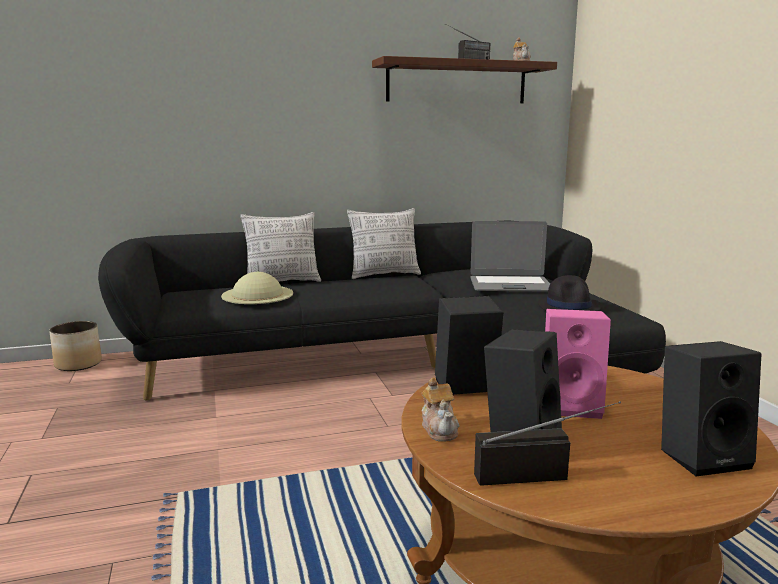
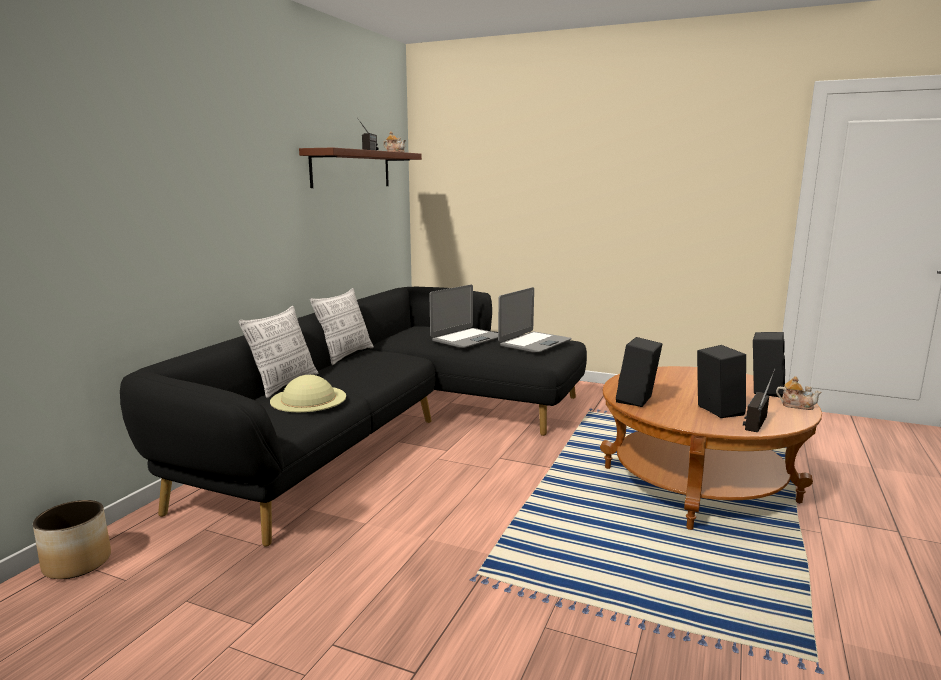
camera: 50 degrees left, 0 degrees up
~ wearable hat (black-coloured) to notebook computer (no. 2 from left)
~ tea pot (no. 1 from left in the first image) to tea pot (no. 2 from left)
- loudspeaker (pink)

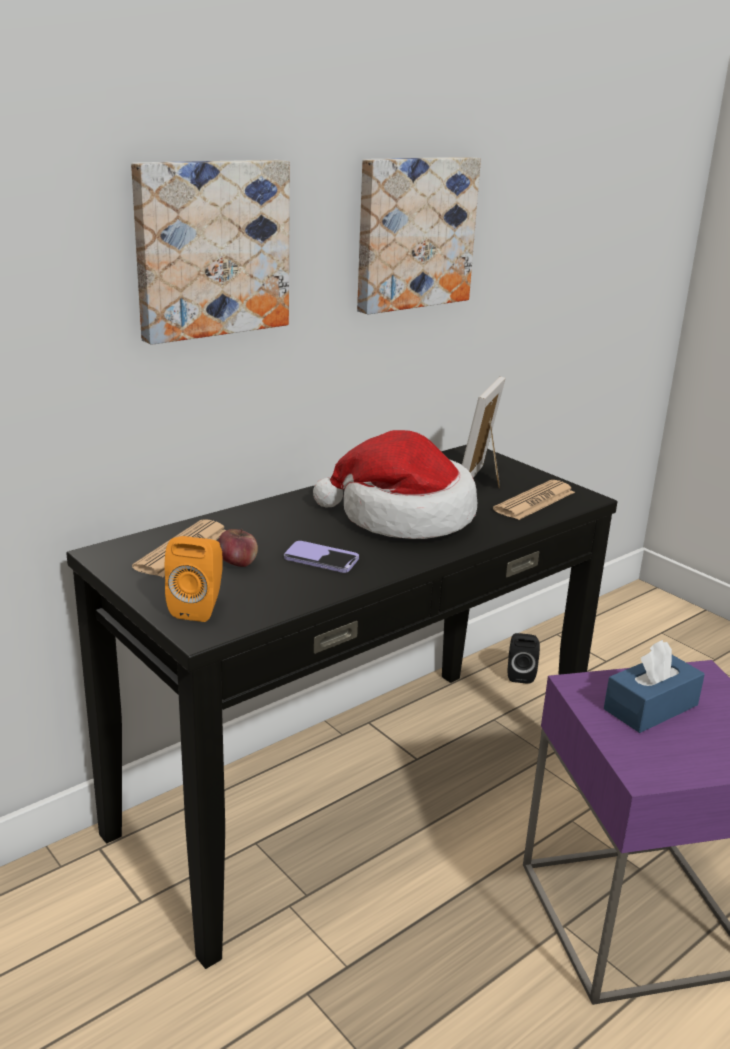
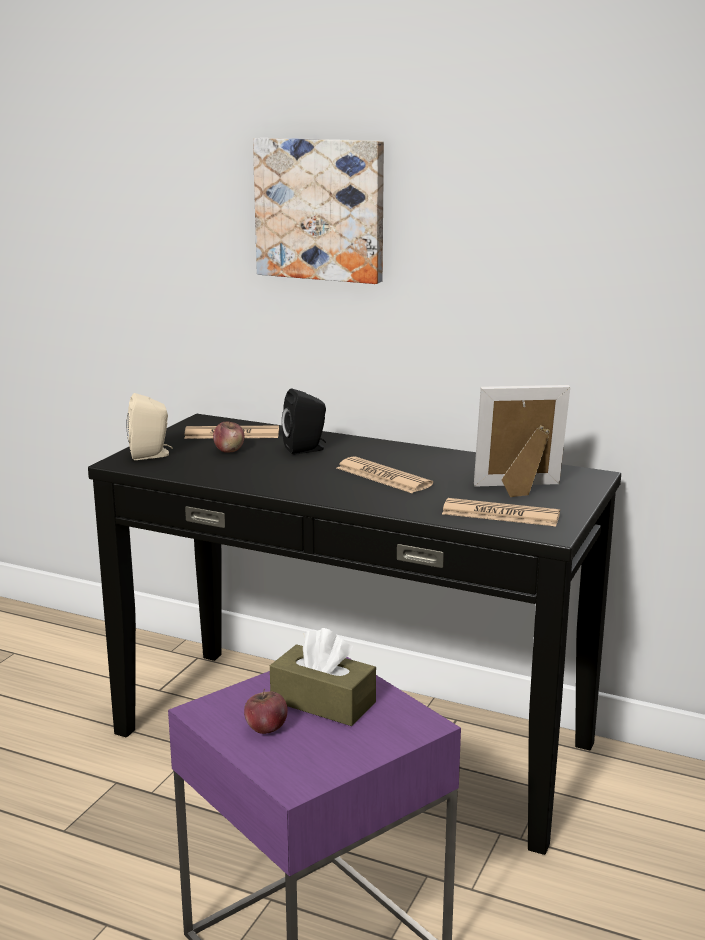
camera: 65 degrees right, 5 degrees down
~ loudspeaker (orange) to loudspeaker (sand-coloured)
+ apple (no. 2 from left)
~ tissue box (bluish) to tissue box (brownish)
~ loudspeaker (black-coloured)
~ wearable hat to printed paper (no. 2 from left)
- phone
- wall art (no. 2 from left)

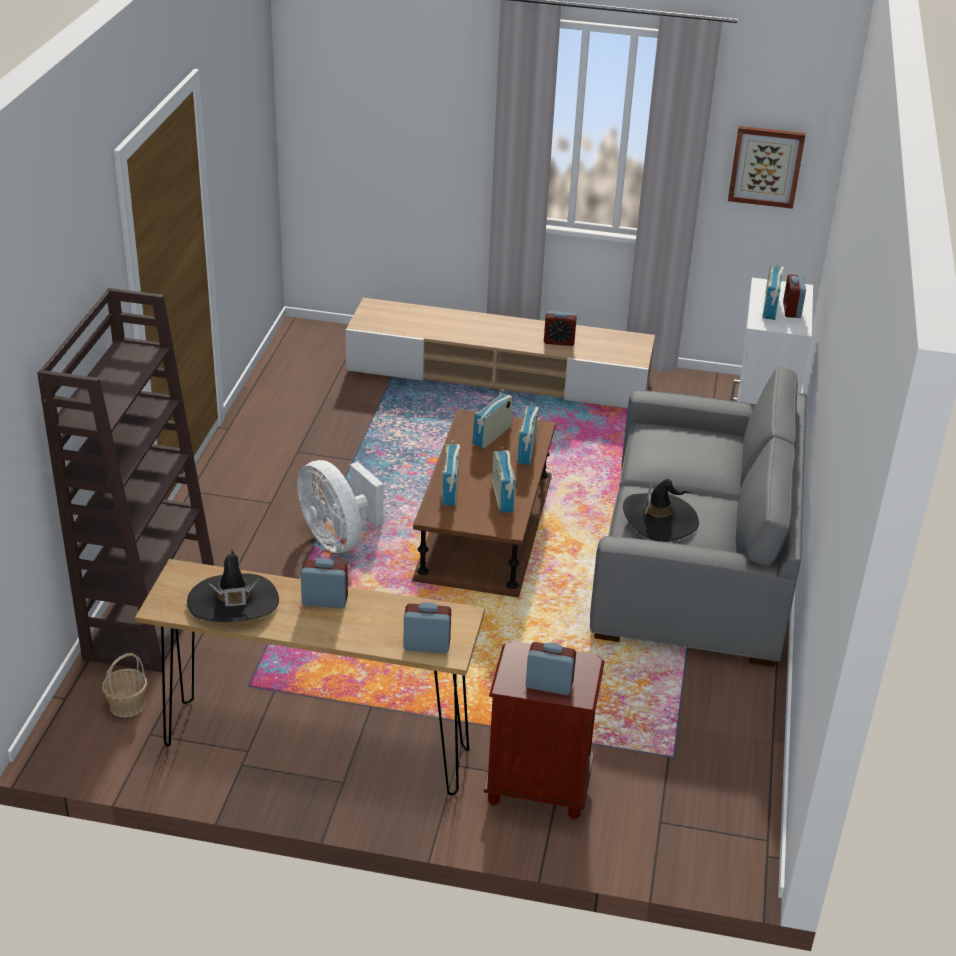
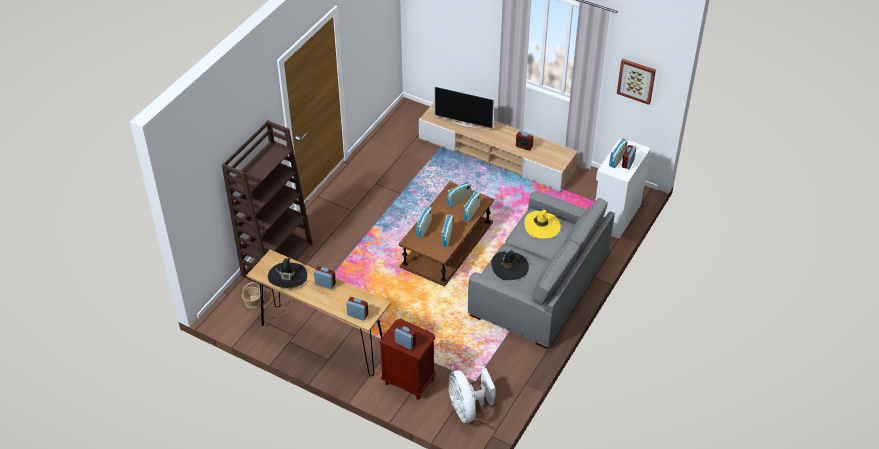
camera: 20 degrees right, 10 degrees up
+ television
~ cooling fan (white-coloured)
+ wearable hat (yellow-coloured)

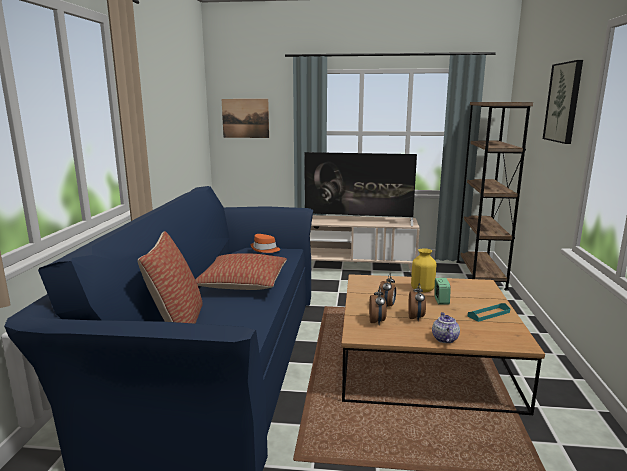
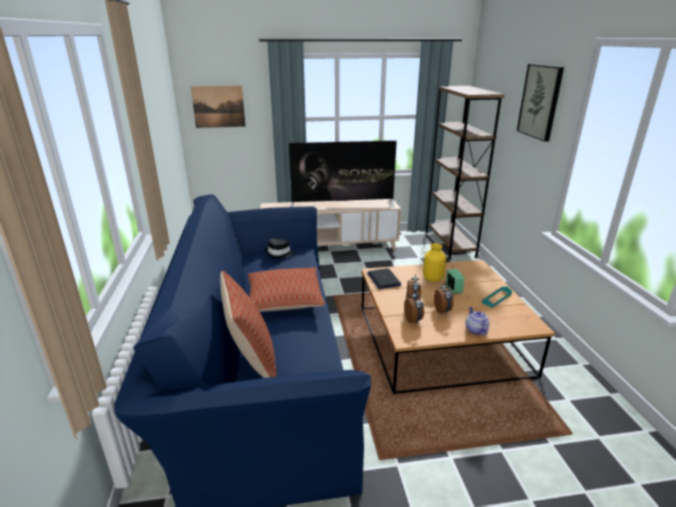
camera: 15 degrees left, 10 degrees up
~ wearable hat (orange) to wearable hat (black-coloured)
+ notebook computer

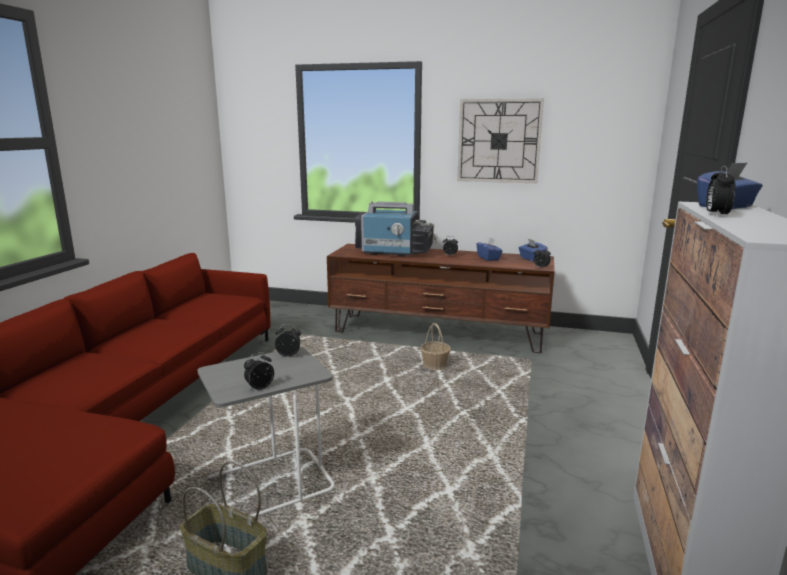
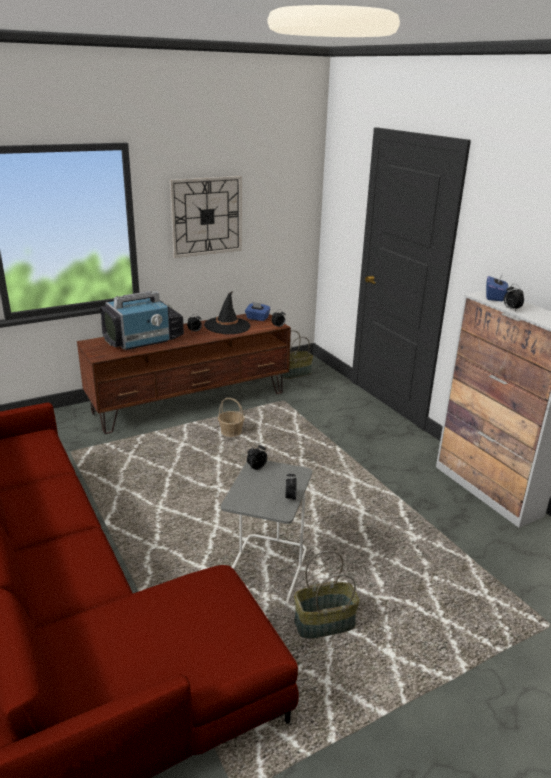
camera: 45 degrees left, 10 degrees up
~ tissue box (bluish) (no. 1 from left) to wearable hat (black-coloured)
+ basket (no. 2 from left)

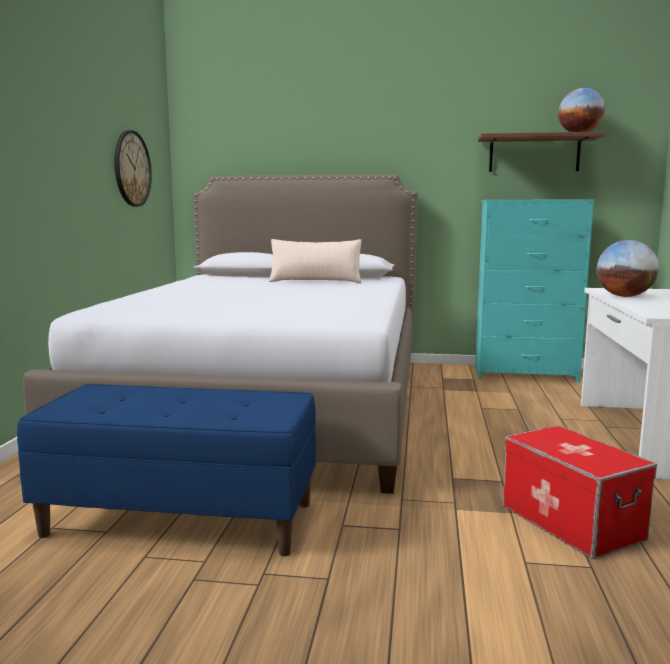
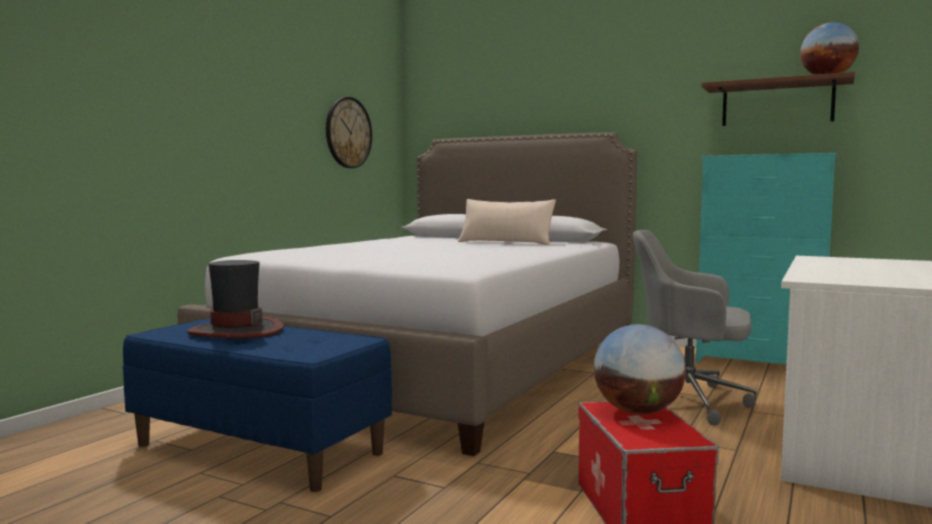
camera: 20 degrees right, 5 degrees down
+ wearable hat
~ globe (no. 2 from left in the first image) to globe (no. 1 from left)
+ computer chair (gray)

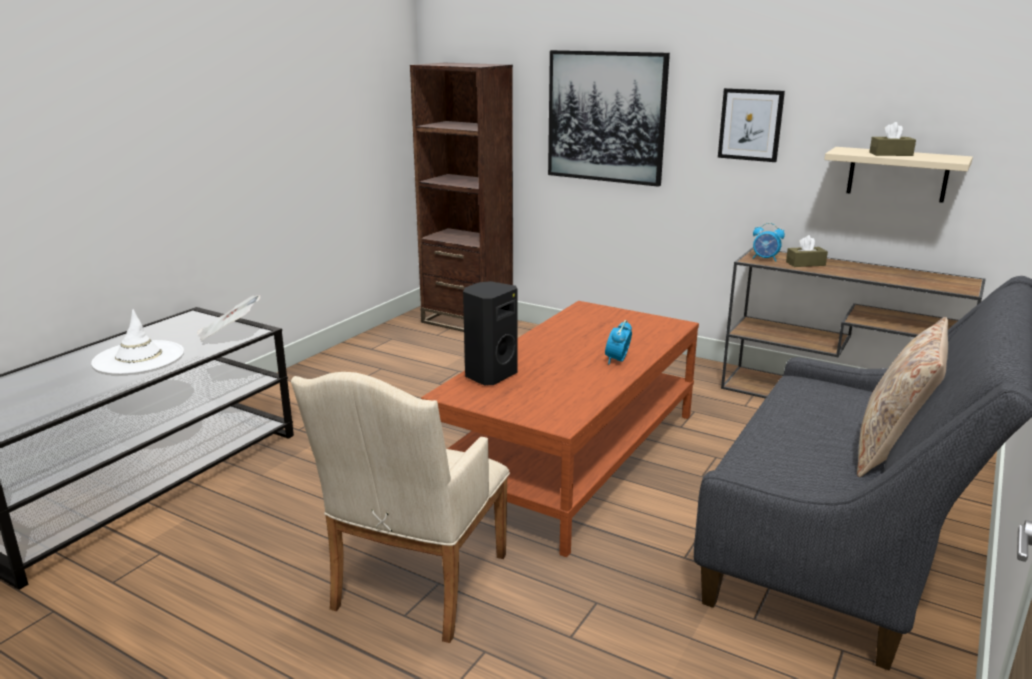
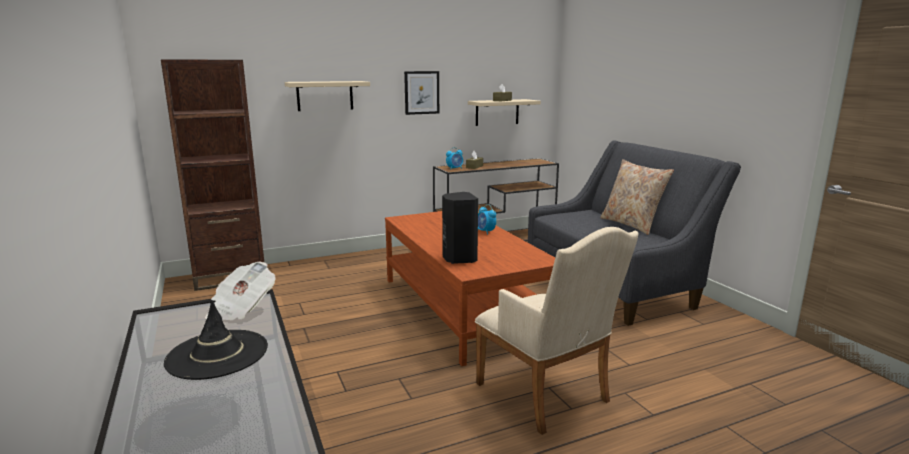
camera: 55 degrees left, 5 degrees down
~ wearable hat (white-coloured) to wearable hat (black-coloured)
~ wall art (no. 1 from left) to bracket shelf (sand-coloured) (no. 1 from left)

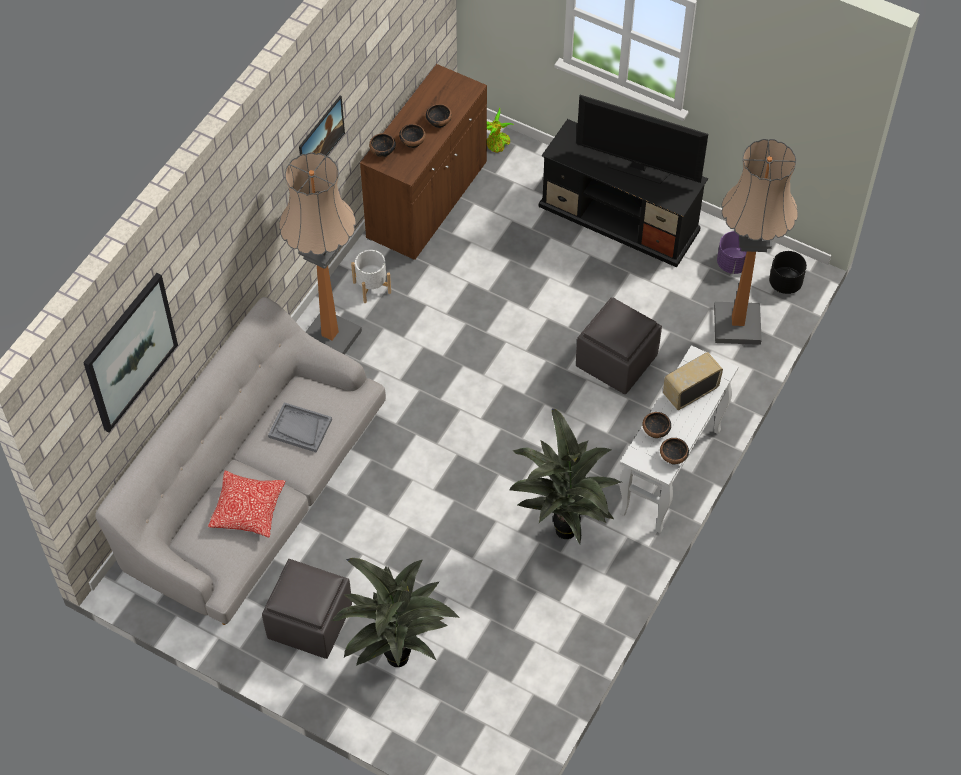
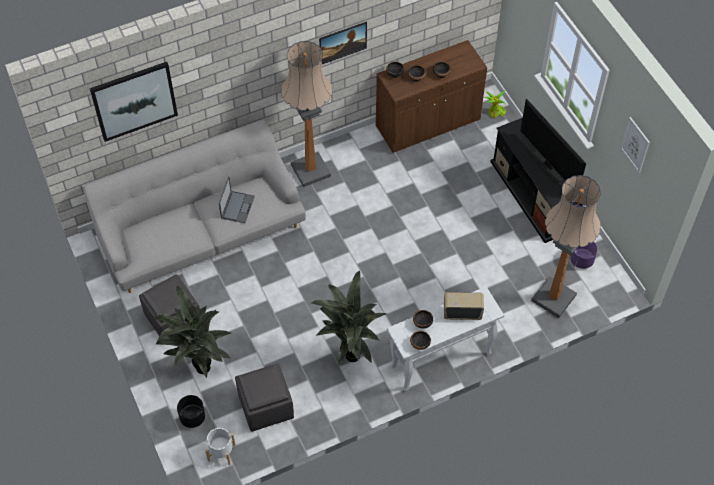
camera: 35 degrees right, 0 degrees up
~ flower pot (black-coloured)
~ flower pot (white-coloured)
~ tray (gray) to notebook computer
~ footrest (gray) (no. 2 from left)
+ wall art (no. 3 from left)
- pillow

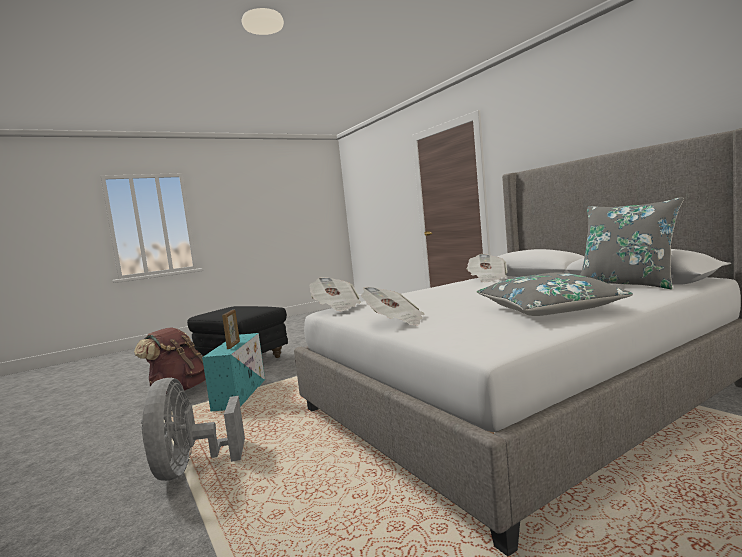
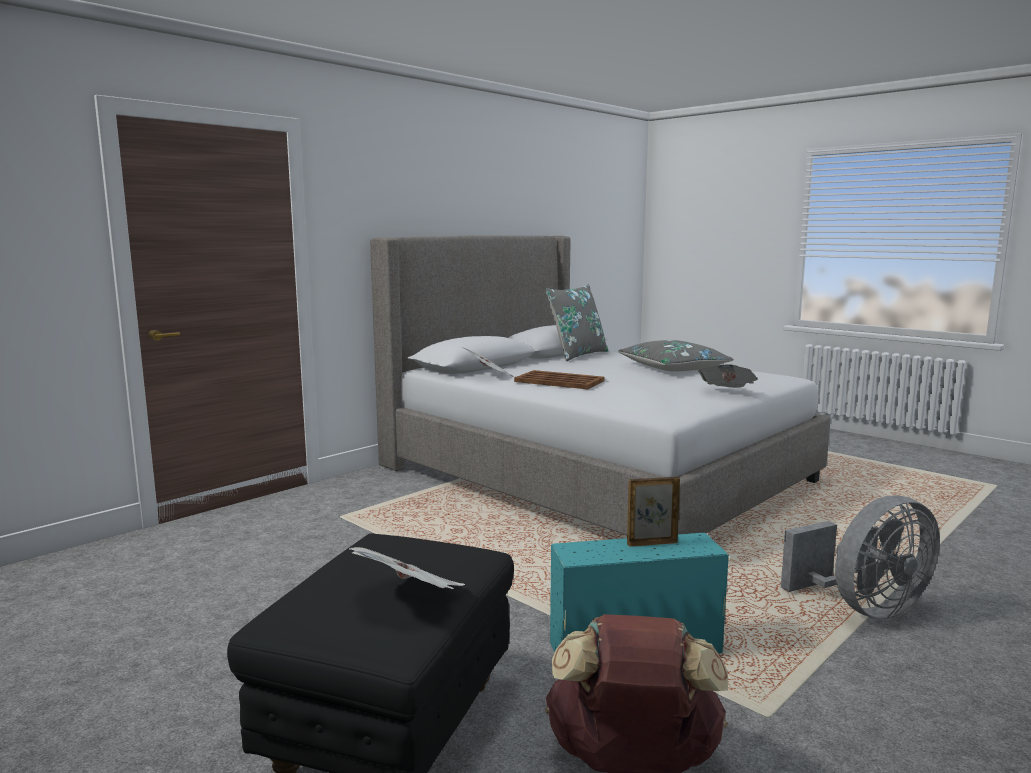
camera: 105 degrees left, 5 degrees up
~ printed paper (no. 1 from left)
+ tray (brownish)

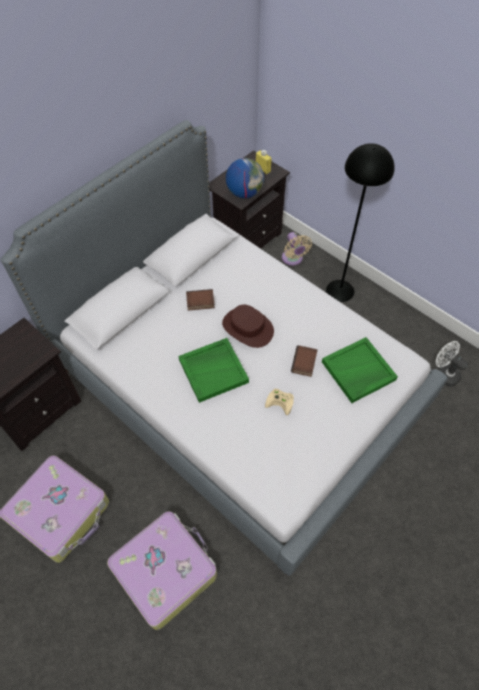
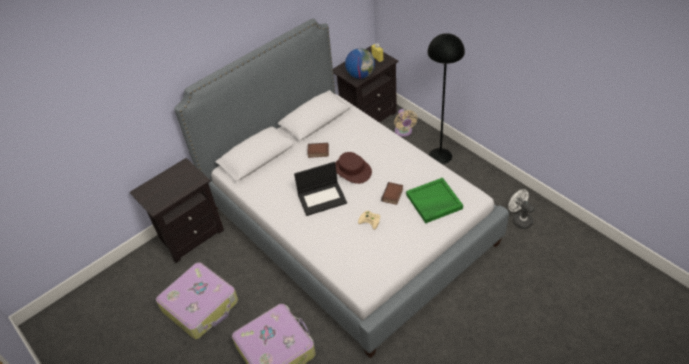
camera: 10 degrees right, 10 degrees down
~ tray (greenish) (no. 1 from left) to notebook computer

